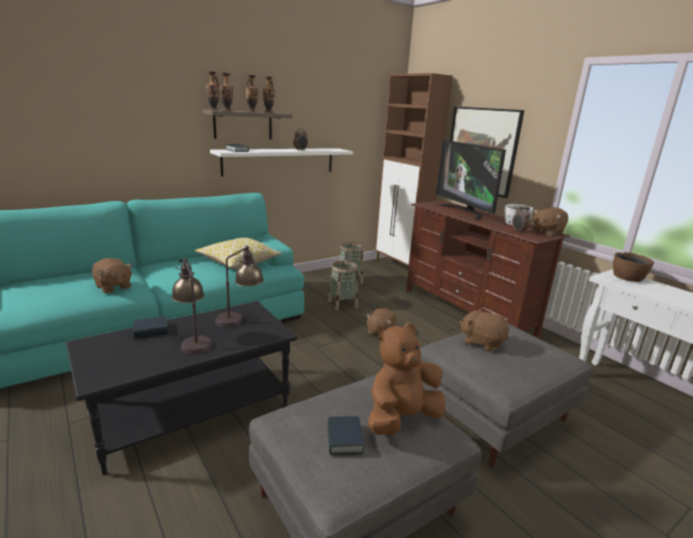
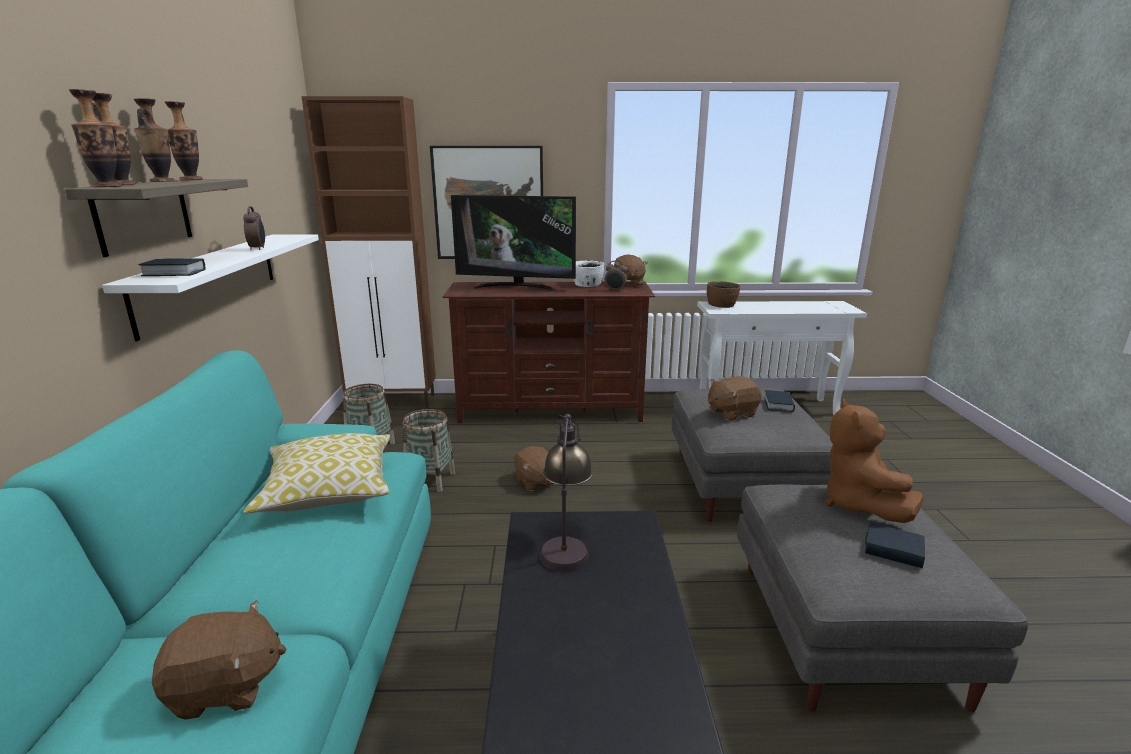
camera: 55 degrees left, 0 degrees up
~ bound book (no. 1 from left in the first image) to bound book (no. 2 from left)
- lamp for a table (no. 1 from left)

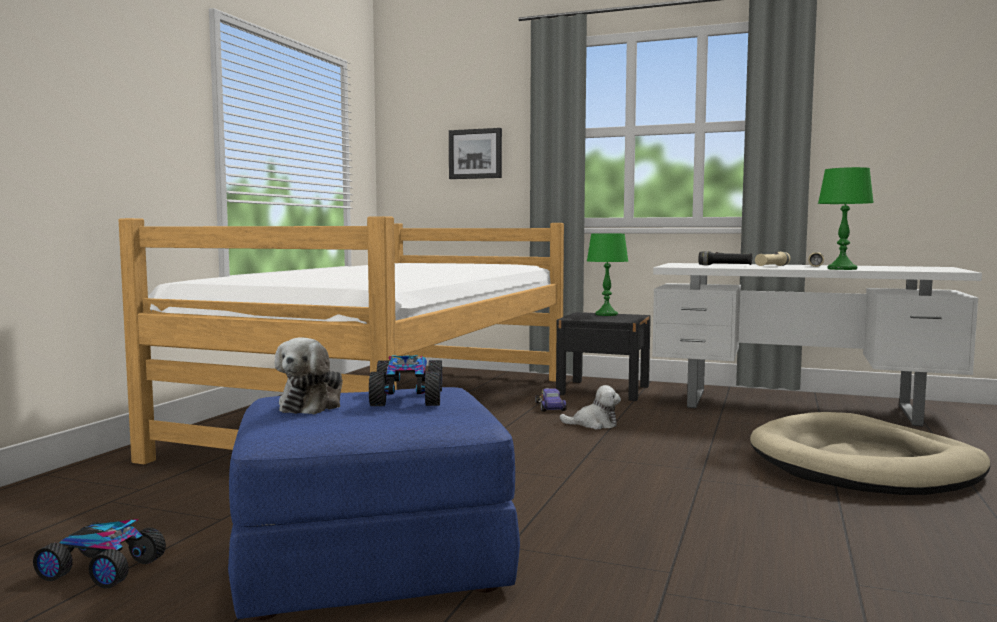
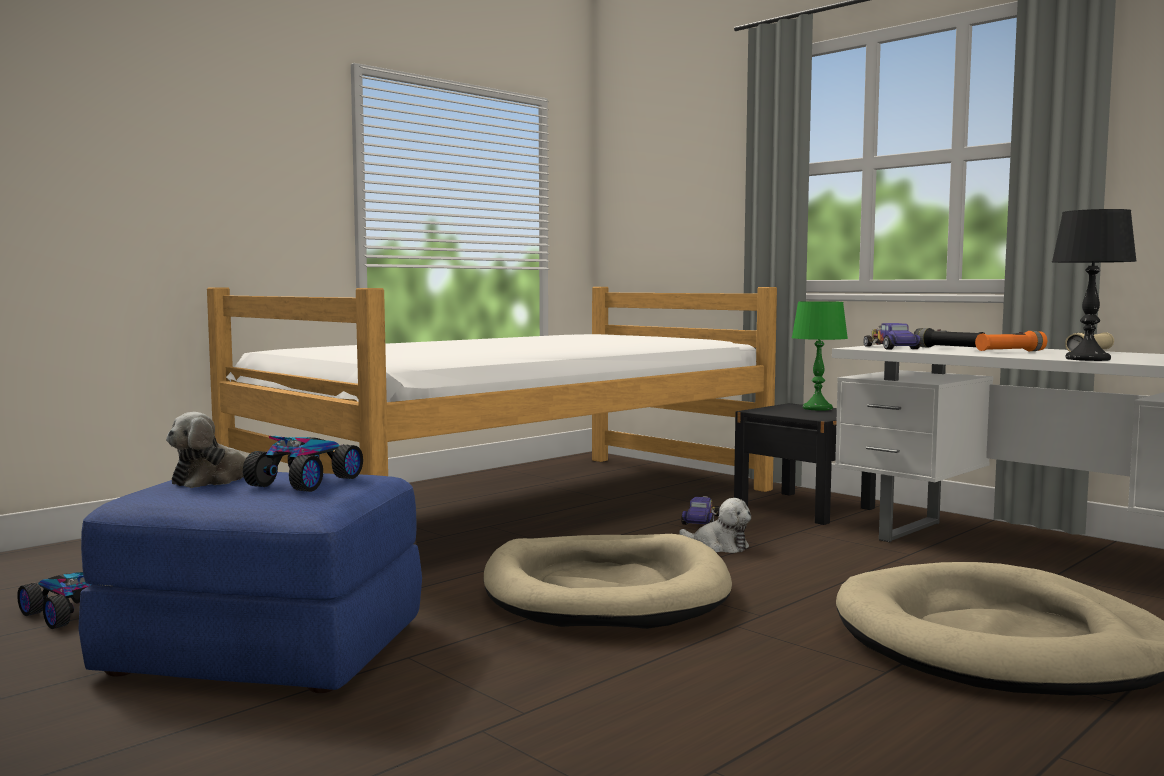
camera: 25 degrees right, 0 degrees up
+ dog cushion (sand-coloured) (no. 1 from left)
+ toy car (no. 4 from left)
~ flashlight (sand-coloured) (no. 1 from left) to flashlight (orange)
~ lamp for a table (greenish) (no. 2 from left) to lamp for a table (black-coloured)
- wall art

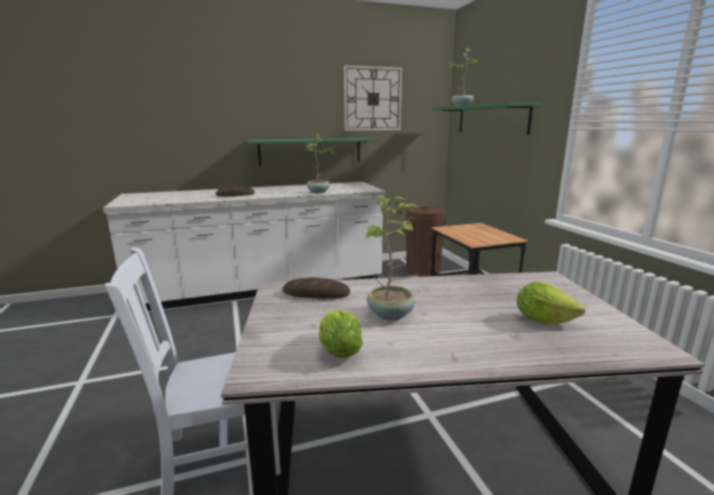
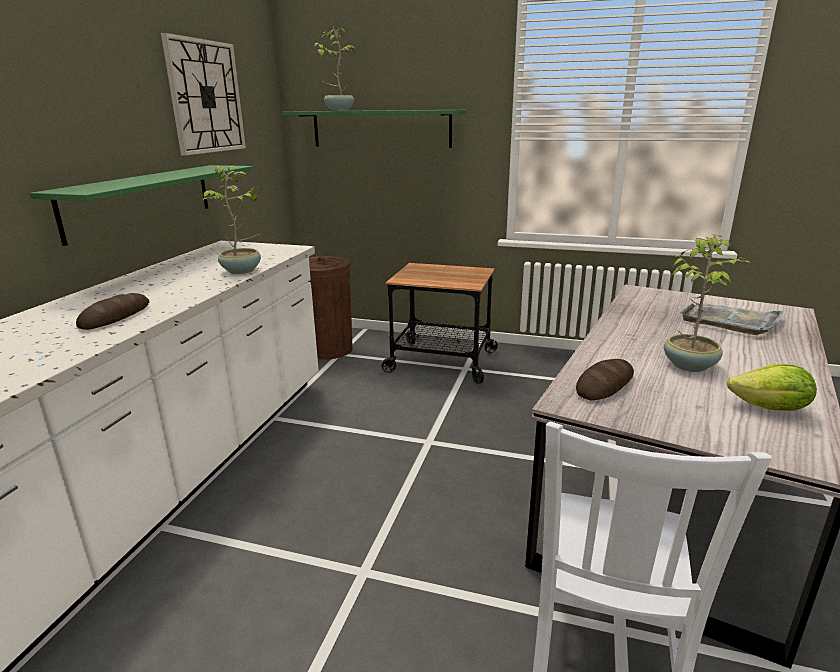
camera: 55 degrees left, 5 degrees up
~ head of lettuce (no. 2 from left) to tray (gray)

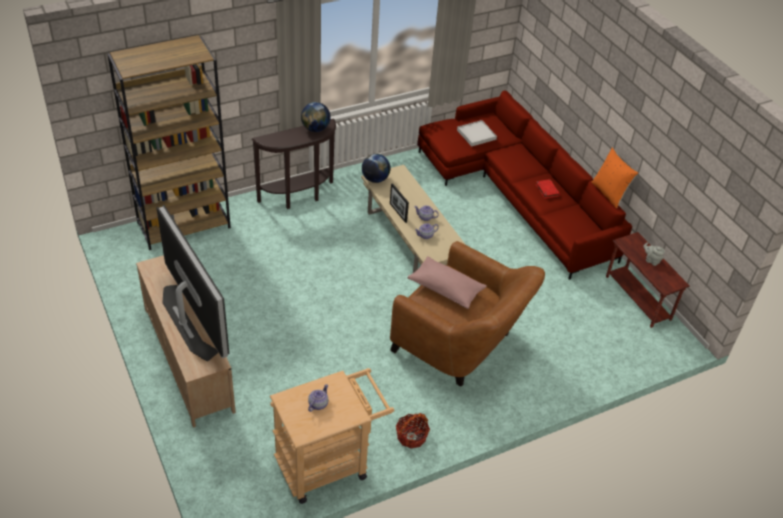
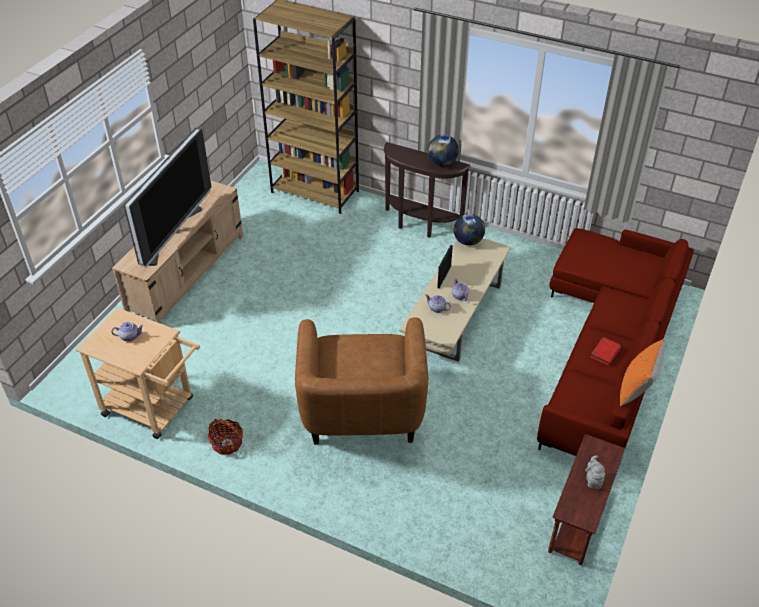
camera: 55 degrees right, 0 degrees up
- pillow (pink)
- tray (white-coloured)

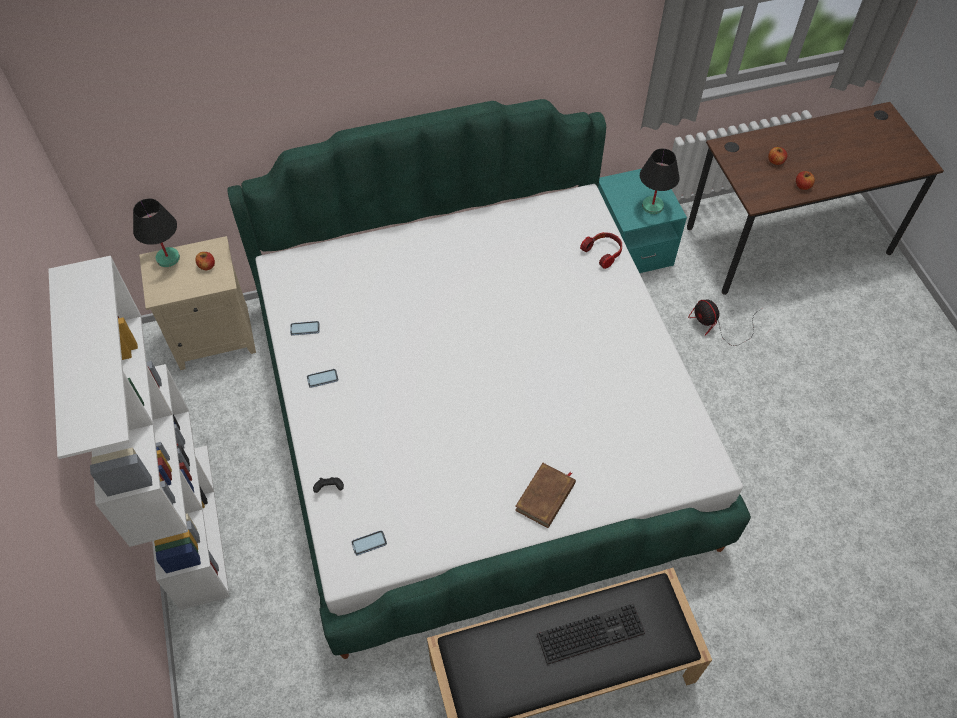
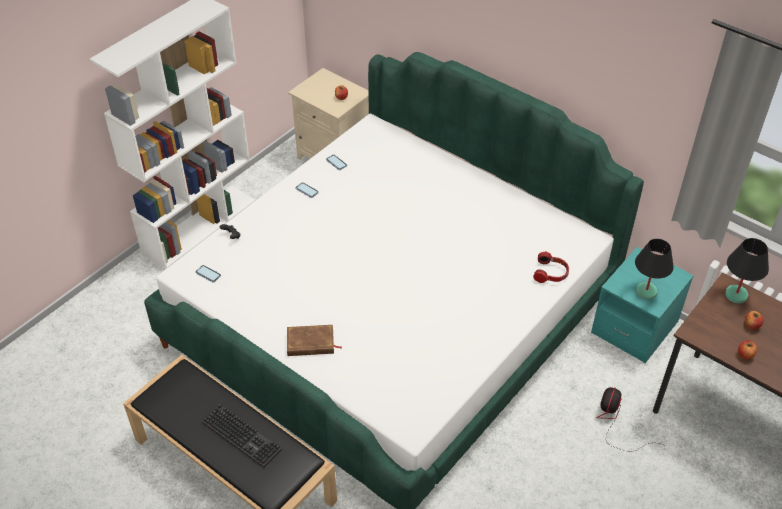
camera: 55 degrees right, 10 degrees down
~ lamp for a table (black-coloured) (no. 1 from left in the first image) to lamp for a table (black-coloured) (no. 2 from left)

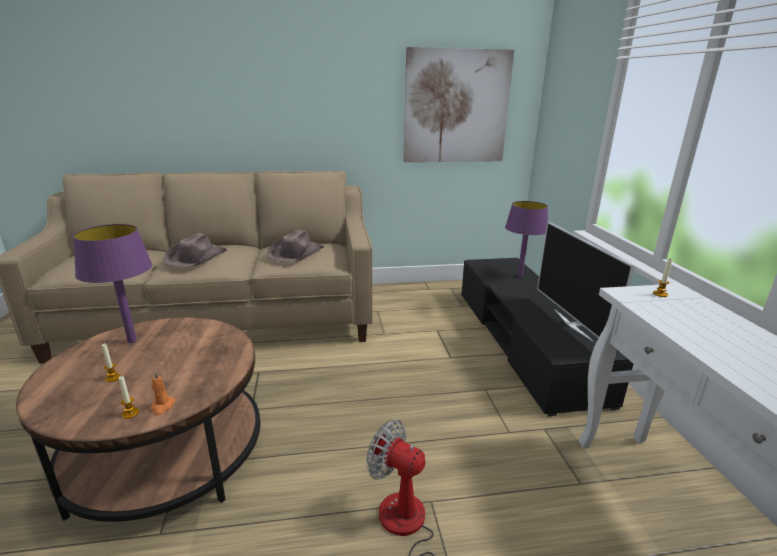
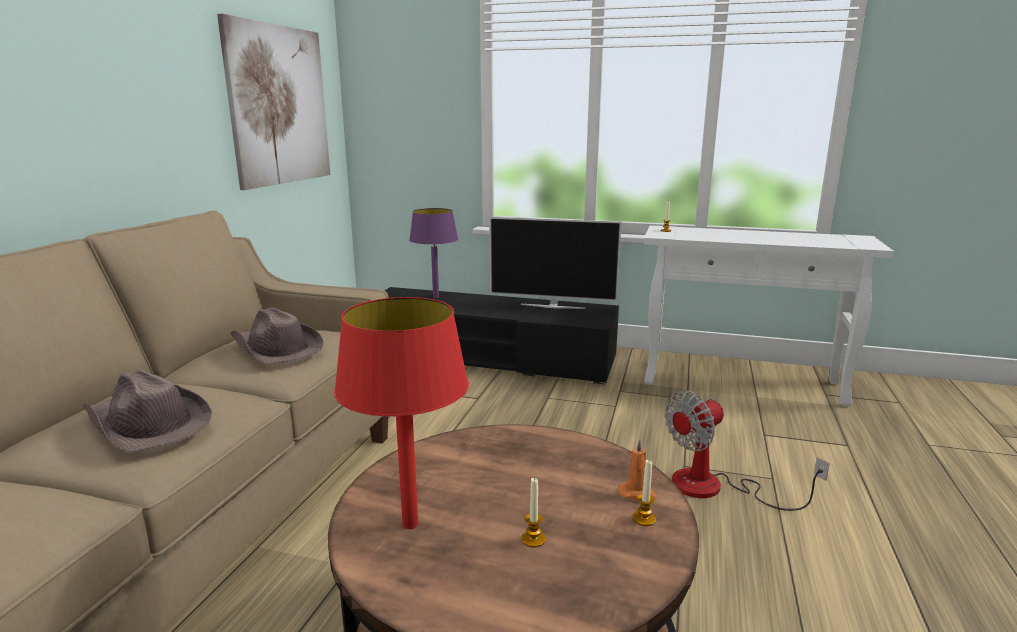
camera: 65 degrees left, 5 degrees down
~ lamp for a table (purple-coloured) (no. 1 from left) to lamp for a table (red)

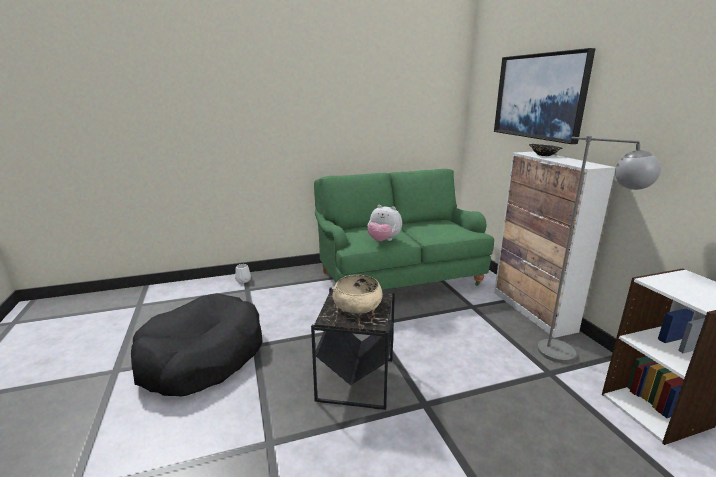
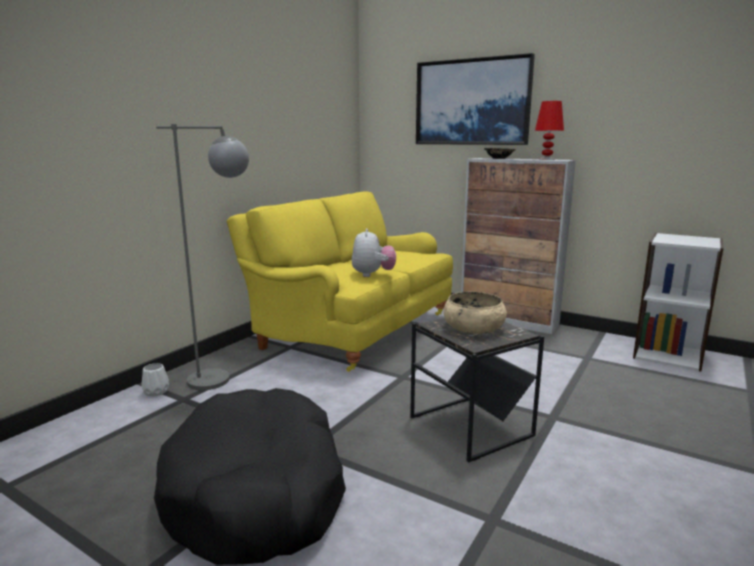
camera: 40 degrees left, 5 degrees down
~ standing lamp (gray)
~ couch (greenish) to couch (yellow-coloured)
~ plush toy 75 degrees counterclockwise
+ lamp for a table (red)

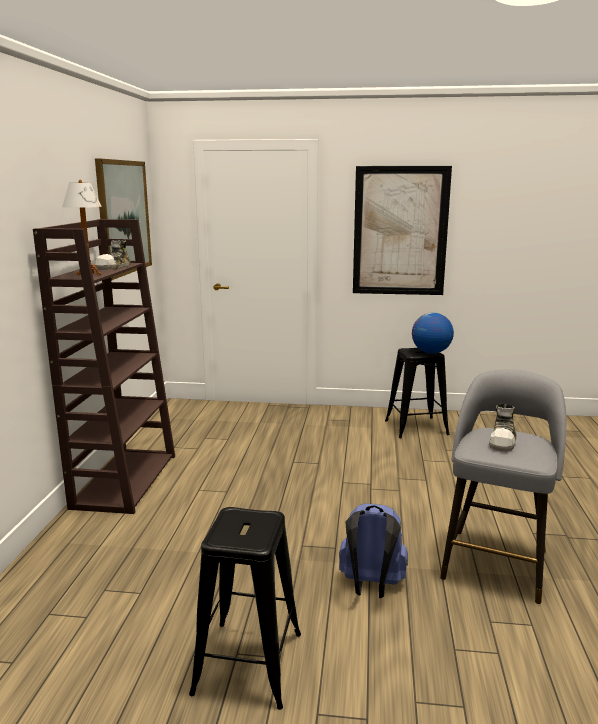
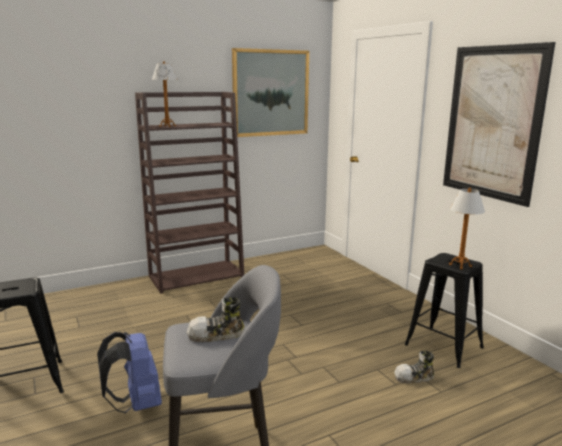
camera: 55 degrees right, 0 degrees up
~ low shoe (no. 1 from left in the first image) to low shoe (no. 2 from left)
~ globe to lamp for a table (no. 2 from left)

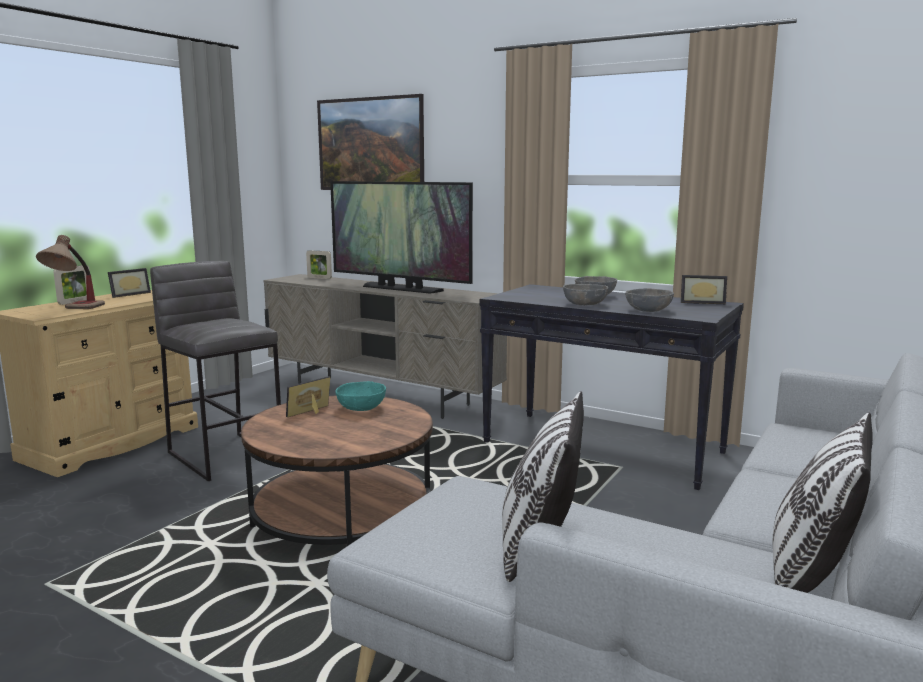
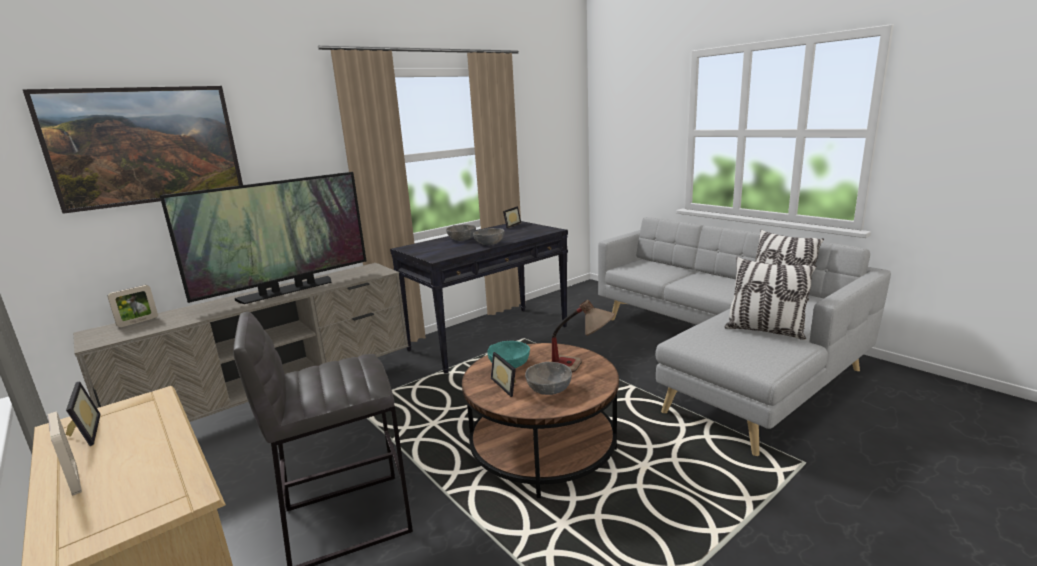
camera: 70 degrees left, 5 degrees up
~ bowl (gray) (no. 3 from left)
~ lamp for a table

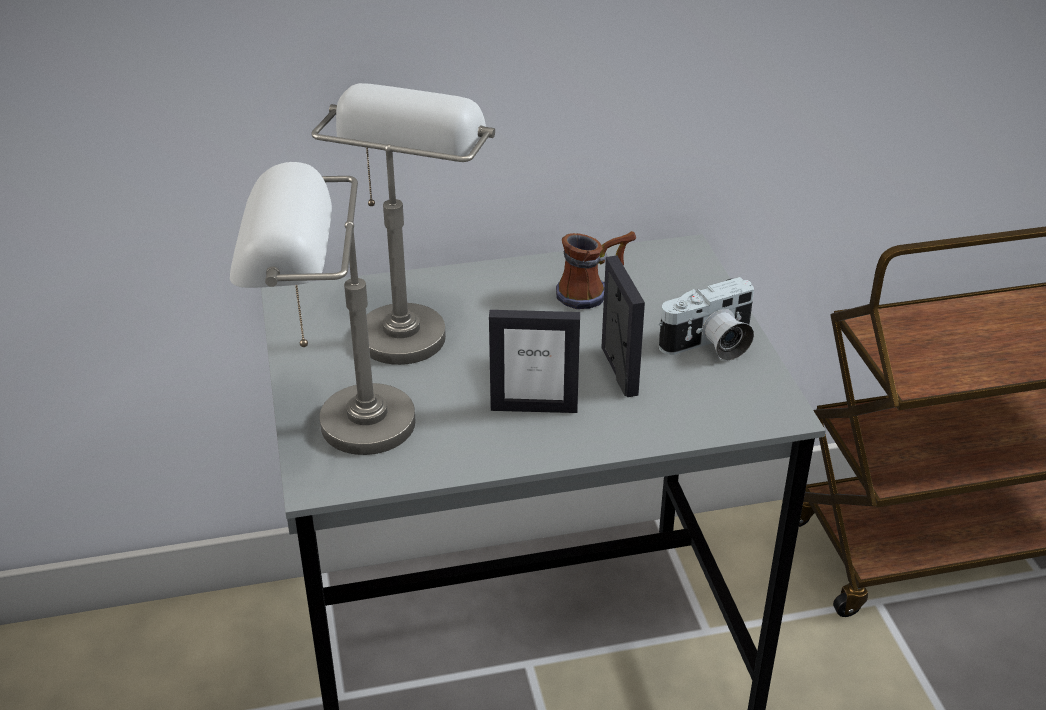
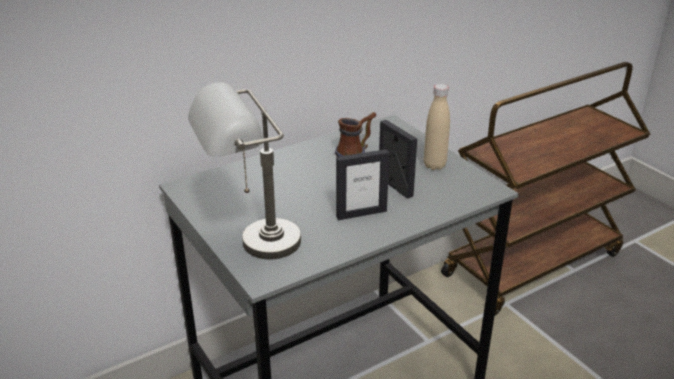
camera: 20 degrees left, 5 degrees down
~ photo camera to drink bottle (sand-coloured)
- lamp for a table (gray) (no. 2 from left)

